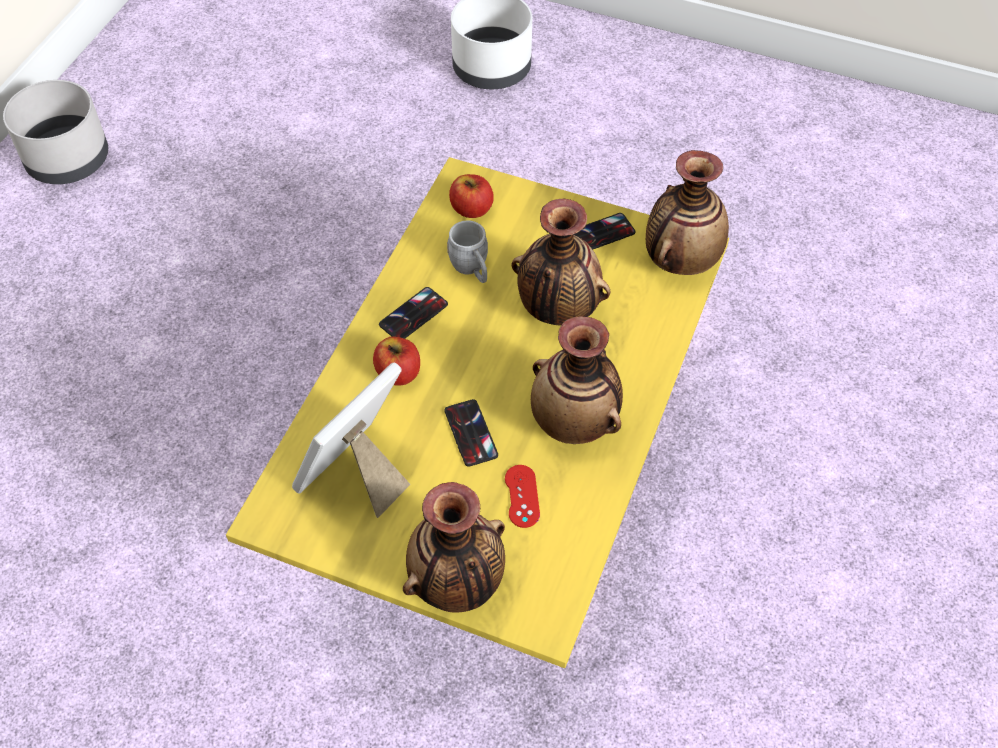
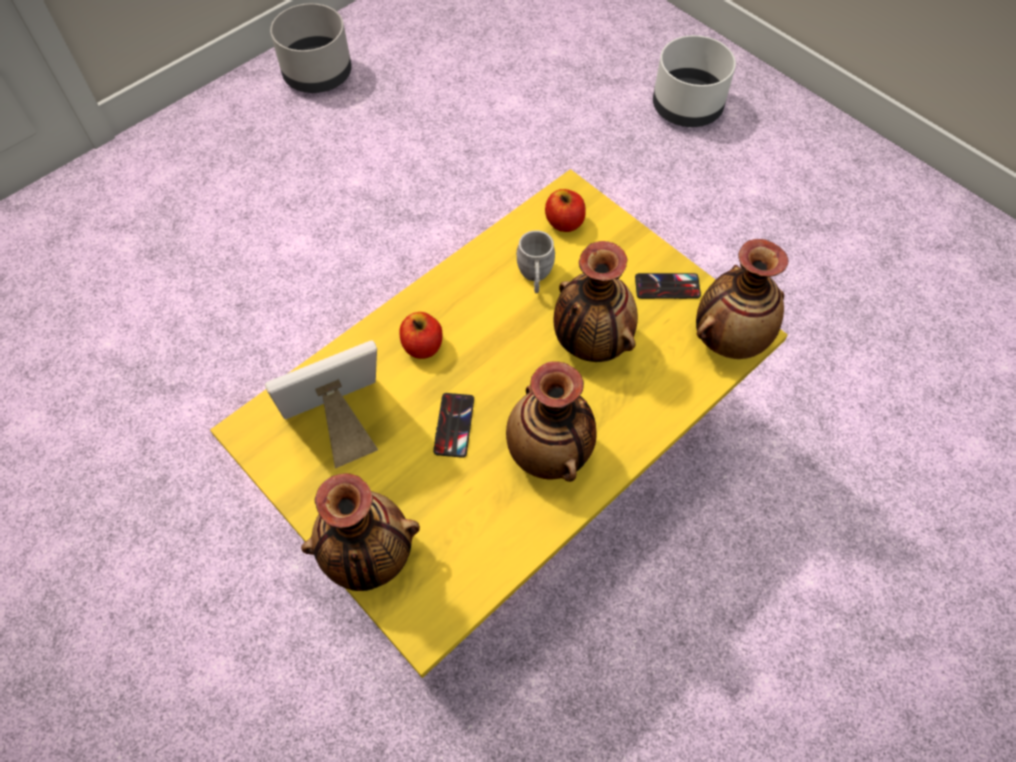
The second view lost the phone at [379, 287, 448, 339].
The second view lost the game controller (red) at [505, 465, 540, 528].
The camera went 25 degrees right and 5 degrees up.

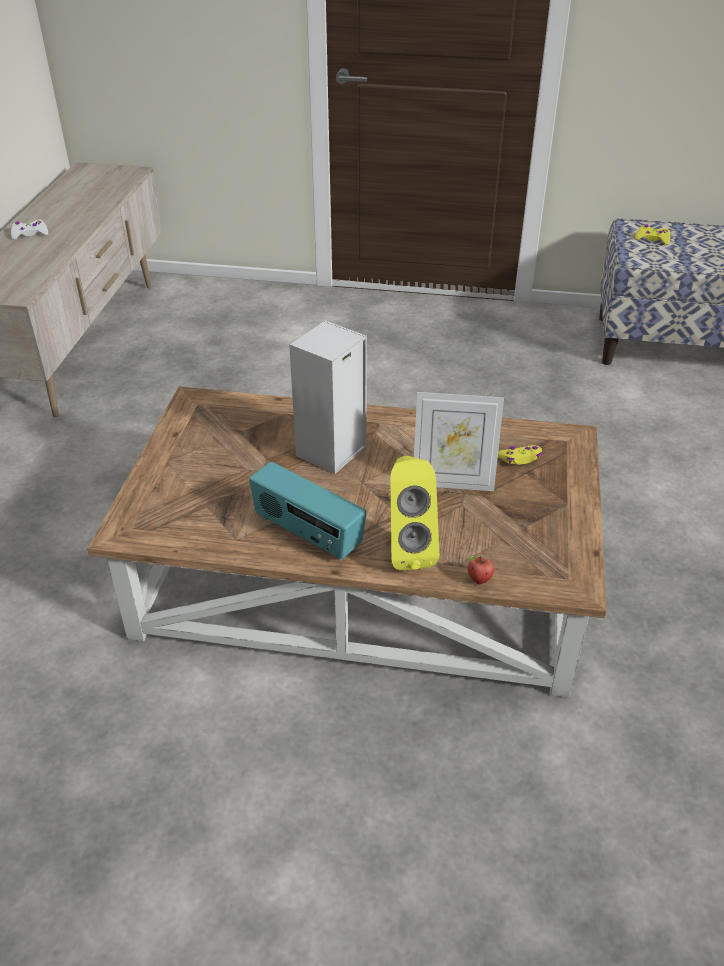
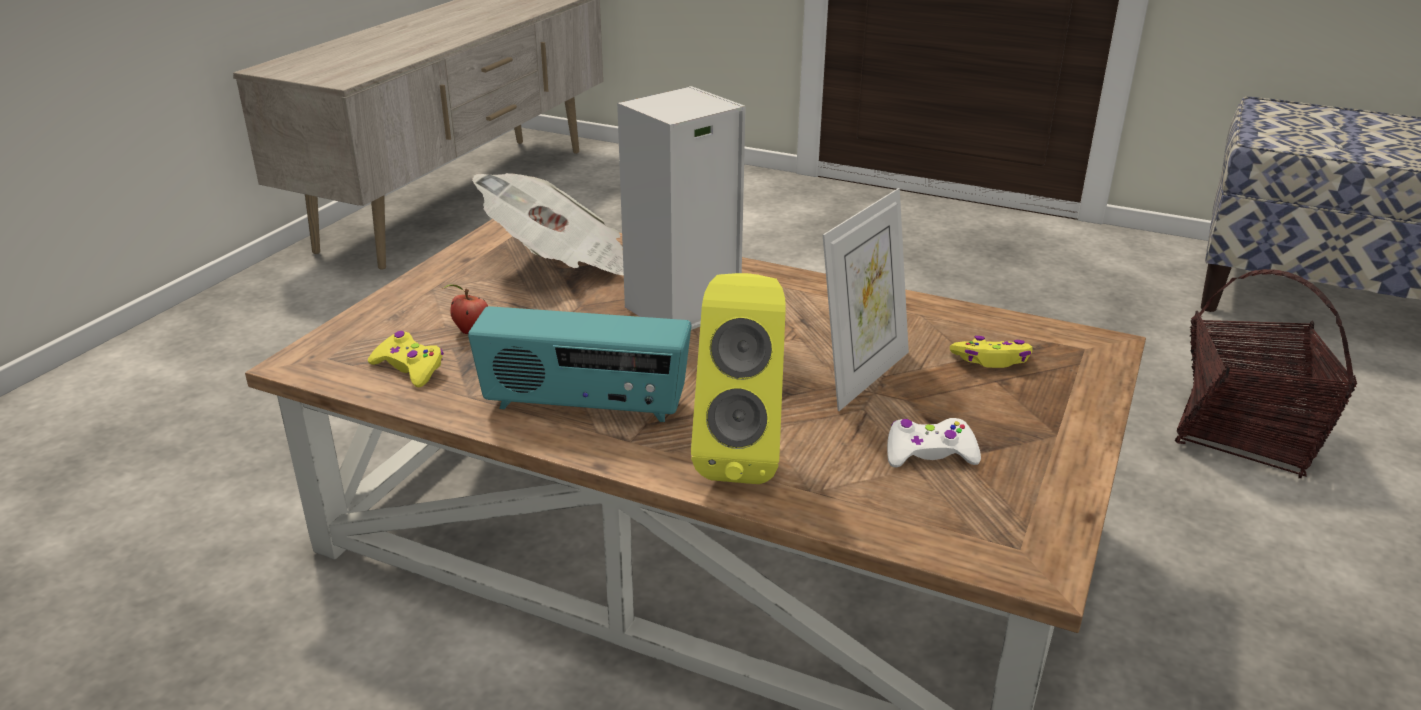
The game controller (white) ended up elsewhere, having gone from [11, 220, 48, 240] to [887, 418, 981, 468].
The game controller (yellow) ended up elsewhere, having gone from [635, 224, 671, 245] to [368, 331, 444, 387].
The picture frame at [414, 392, 504, 491] ended up facing another way, 75 degrees counterclockwise from before.
The radio at [249, 462, 366, 560] ended up facing another way, 45 degrees counterclockwise from before.
The apple ended up elsewhere, having gone from [468, 555, 494, 584] to [441, 284, 488, 334].
The second view gained the newspaper at [472, 173, 624, 276].
The second view gained the basket at [1175, 269, 1357, 478].
The camera went 15 degrees right and 10 degrees down.

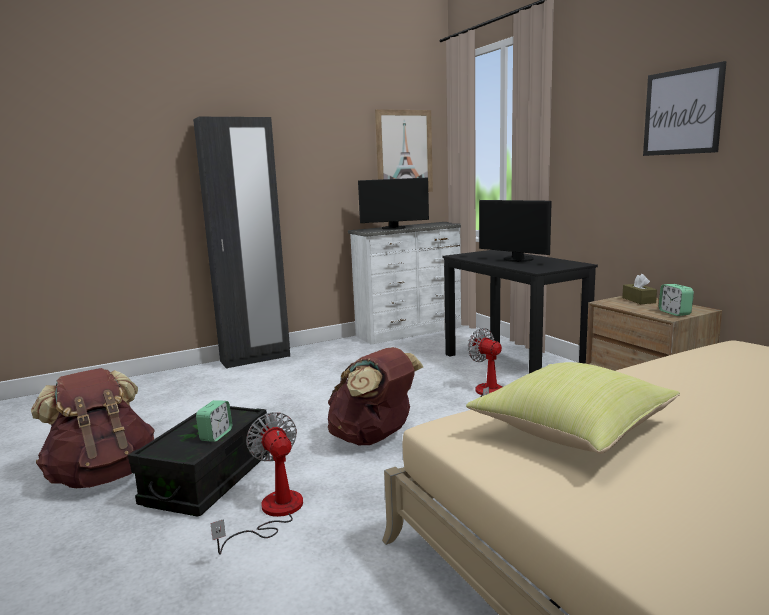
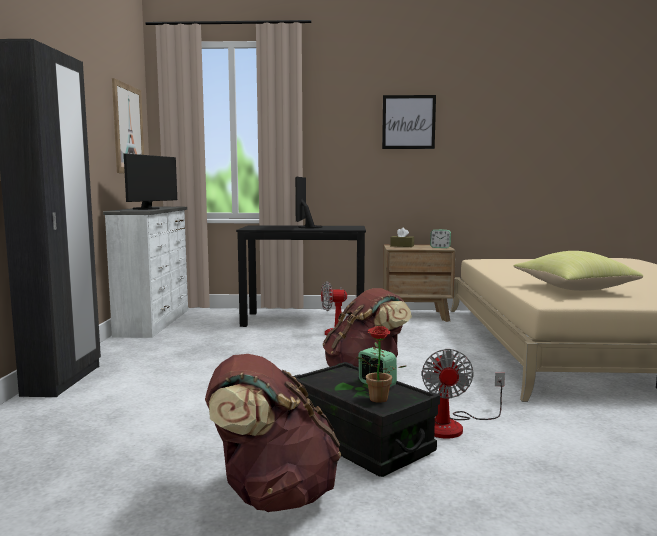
The monitor at [479, 200, 552, 262] ended up facing another way, 105 degrees clockwise from before.
The fan at [210, 412, 303, 555] ended up facing another way, 90 degrees counterclockwise from before.
The second view gained the potted plant at [356, 326, 406, 403].
The camera went 60 degrees left and 5 degrees down.

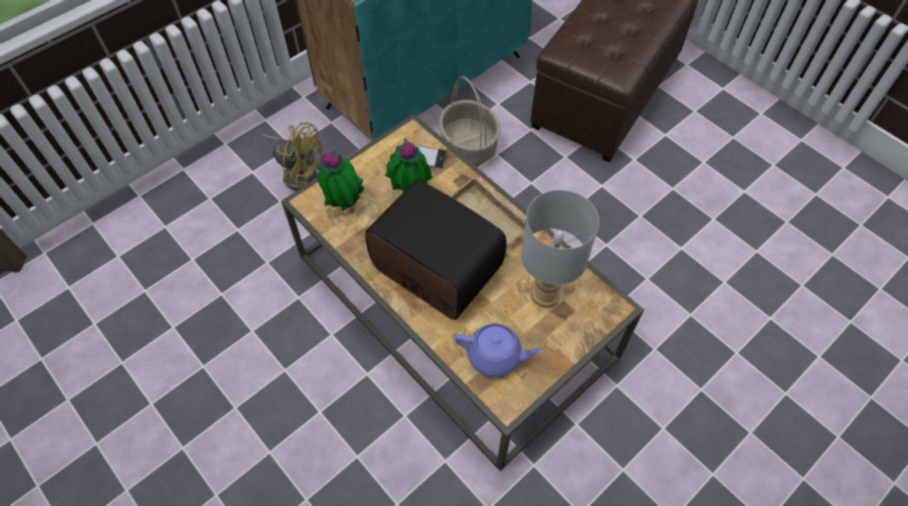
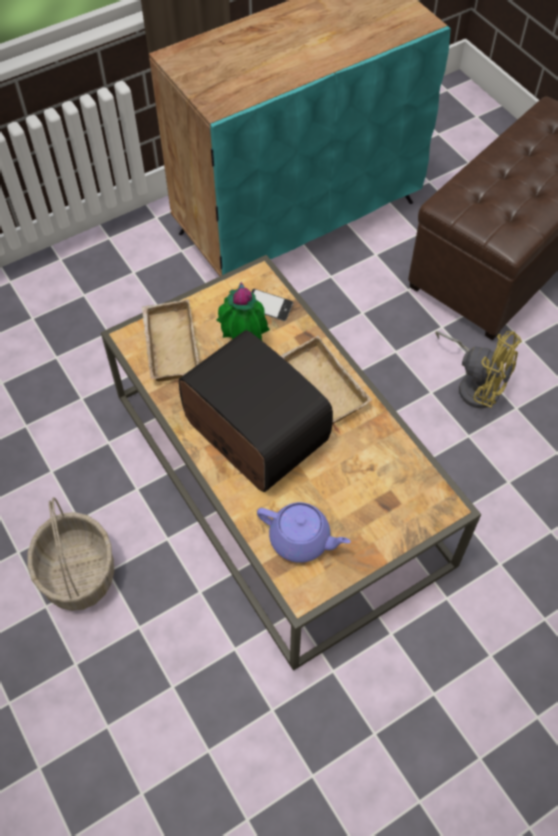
The basket ended up elsewhere, having gone from [439, 76, 500, 165] to [27, 497, 114, 611].
The fan (yellow) ended up elsewhere, having gone from [262, 122, 322, 191] to [435, 331, 522, 408].
Where the potted plant stood at [318, 150, 364, 211], the tray (beige) came to stand at [141, 299, 199, 381].
The second view lost the table lamp (grey) at [521, 190, 599, 308].
The camera went 10 degrees right and 0 degrees up.

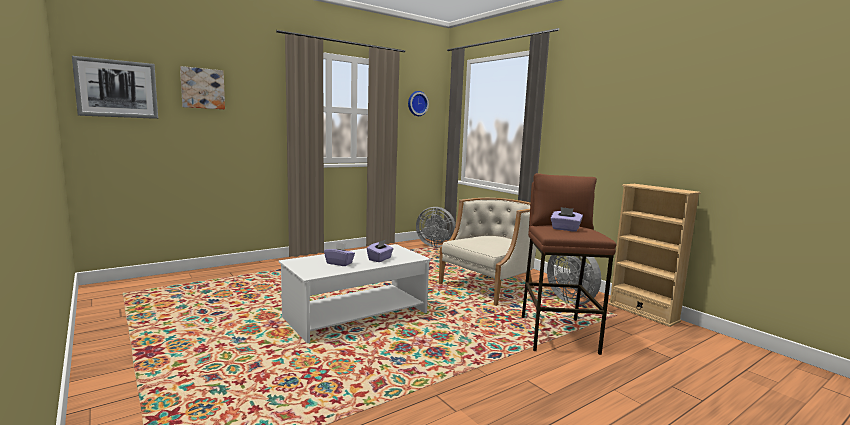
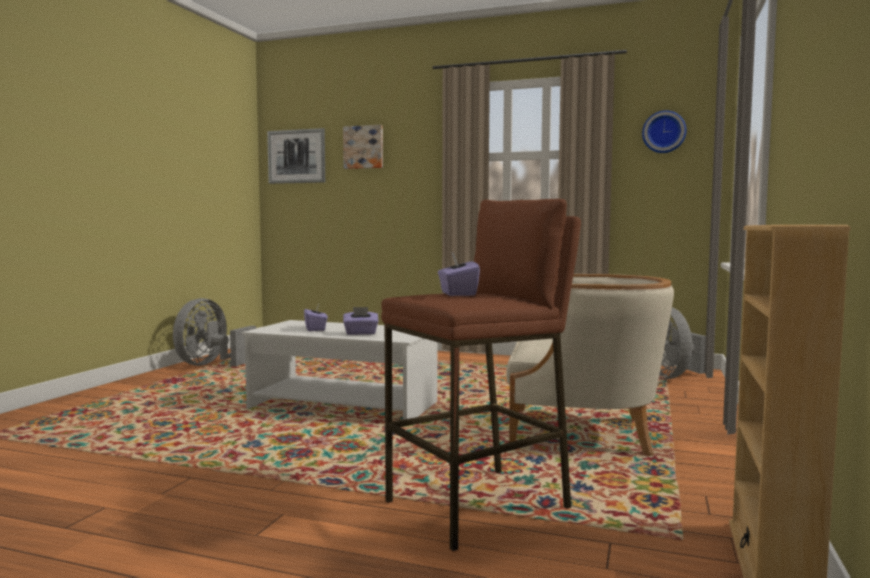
The fan (grey) ended up elsewhere, having gone from [547, 255, 601, 305] to [173, 298, 256, 366].
The camera went 55 degrees right and 5 degrees down.

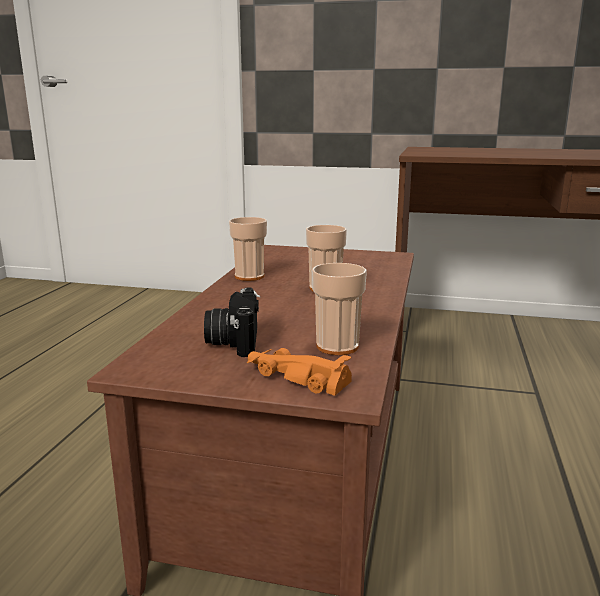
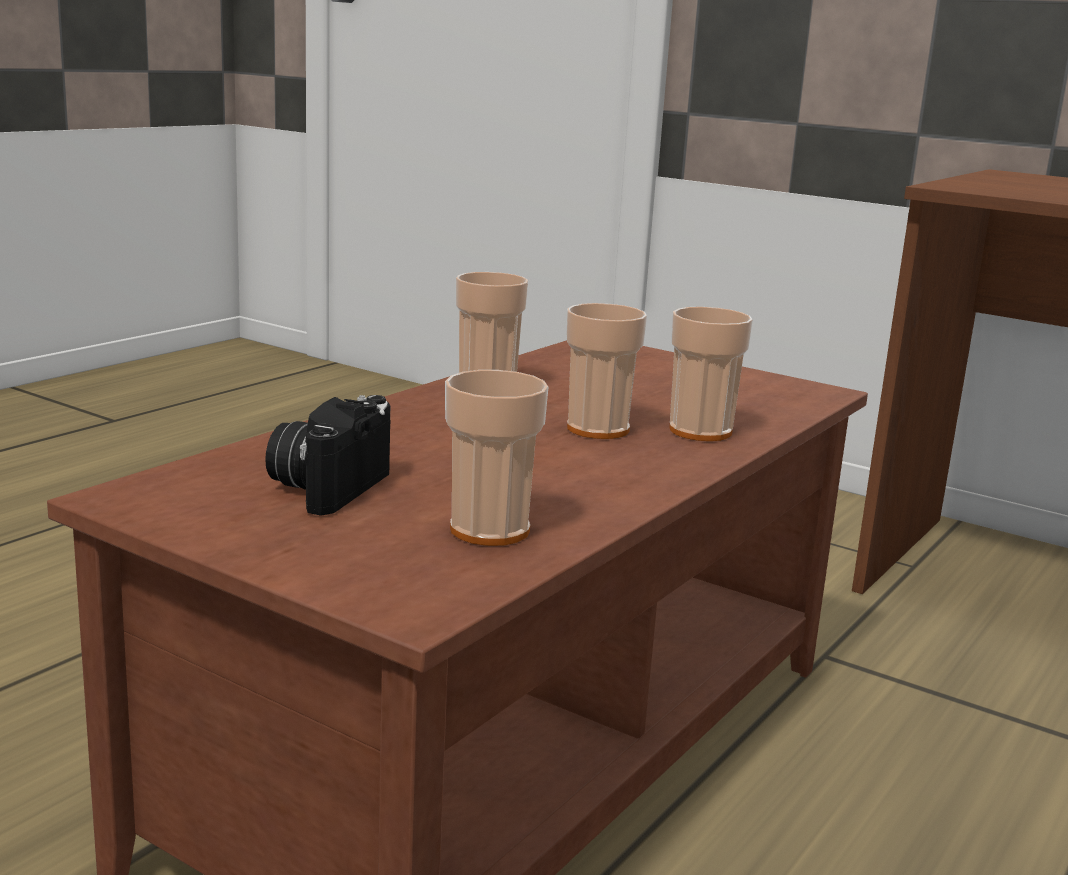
The second view lost the toy car (orange) at [247, 348, 352, 396].
The second view gained the cup at [669, 307, 753, 441].
The camera went 20 degrees right and 0 degrees up.

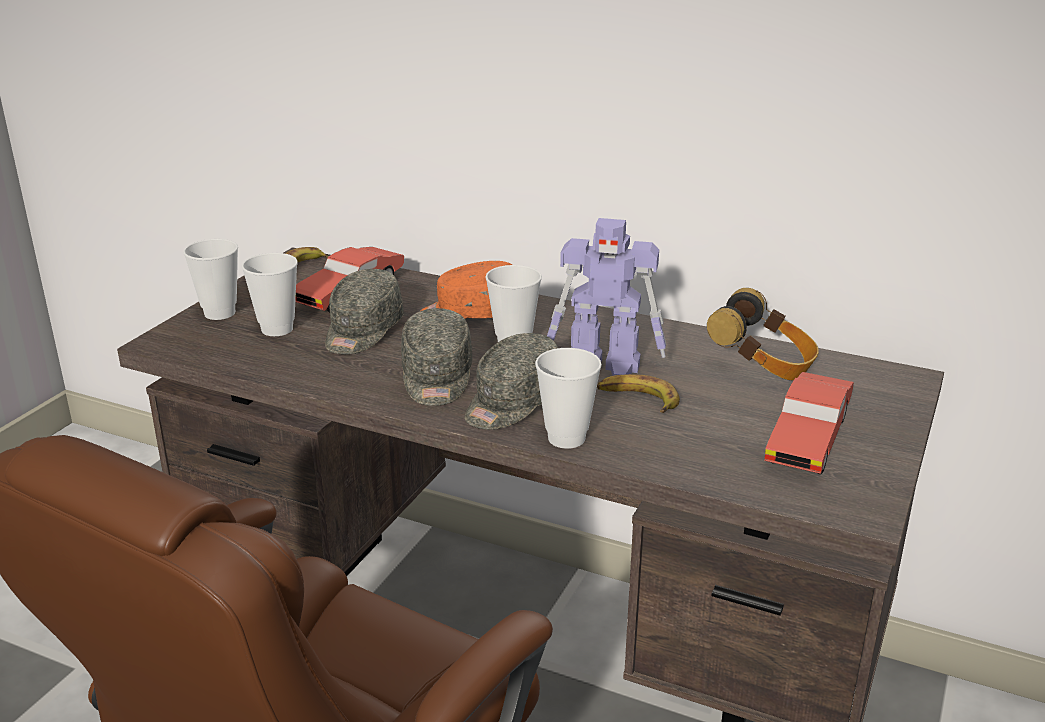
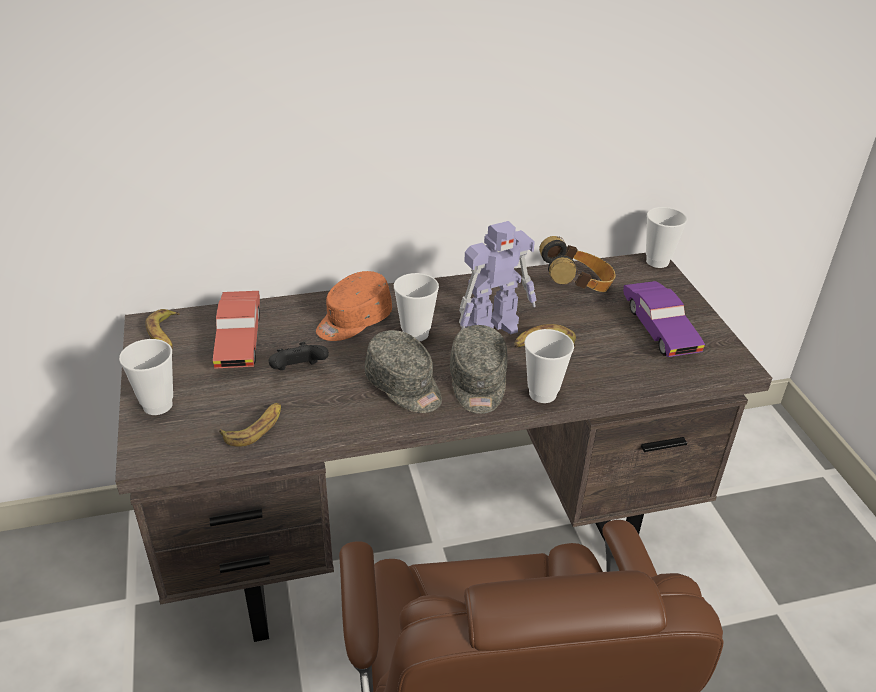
The cup ended up elsewhere, having gone from [242, 253, 298, 336] to [646, 207, 687, 268].
Where the cap (grey) stood at [325, 269, 404, 355], the game controller (black) came to stand at [269, 342, 329, 370].
What was the toy car (red) at [764, 372, 854, 474] turned into the toy car (purple) at [623, 281, 705, 357].
The second view gained the banana at [219, 403, 281, 447].
The camera went 40 degrees left and 10 degrees up.

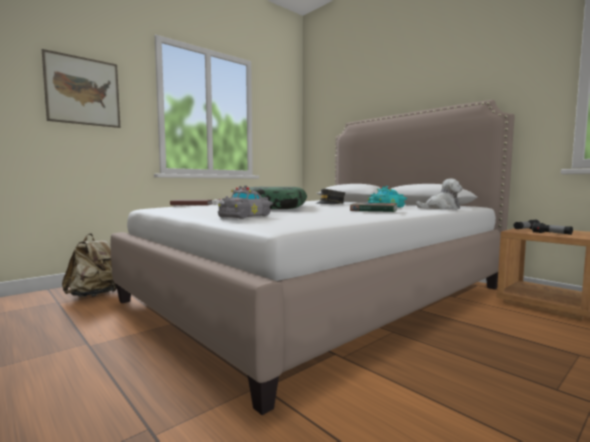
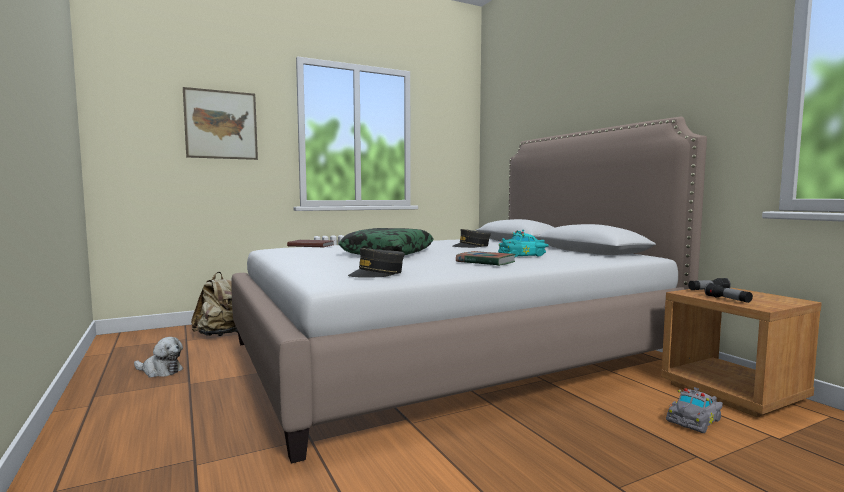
The plush toy ended up elsewhere, having gone from [416, 179, 462, 209] to [134, 337, 183, 378].
The toy car (grey) ended up elsewhere, having gone from [217, 186, 273, 219] to [666, 387, 723, 433].
The second view gained the cap (grey) at [348, 248, 405, 278].
The camera went 15 degrees right and 0 degrees up.

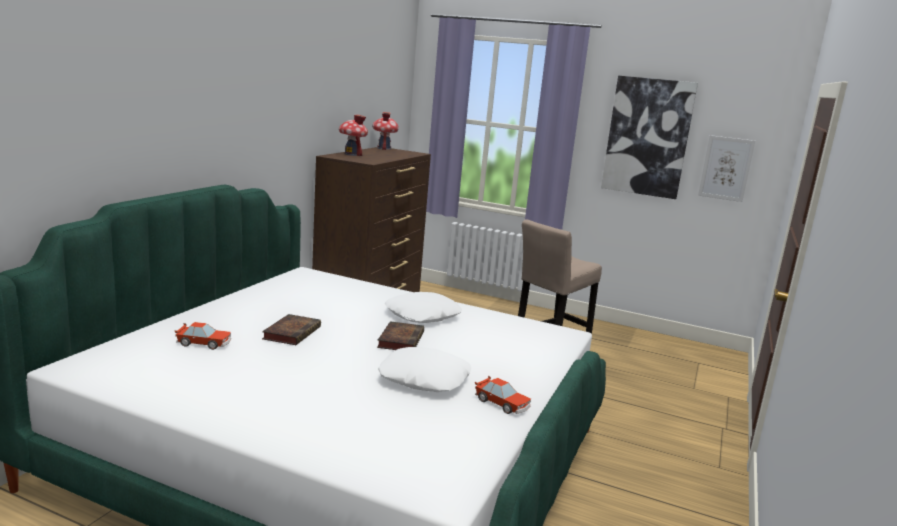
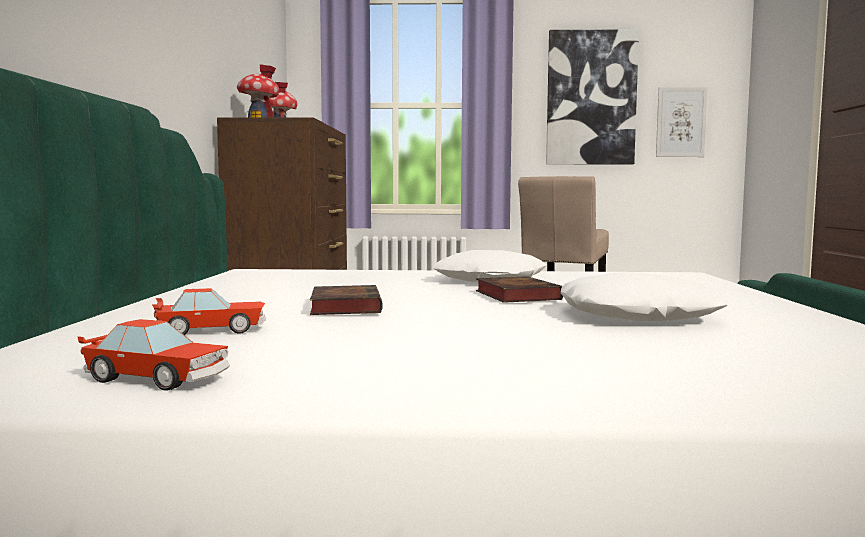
The toy car ended up elsewhere, having gone from [475, 376, 531, 414] to [78, 319, 230, 391].
The camera went 20 degrees left and 10 degrees down.

